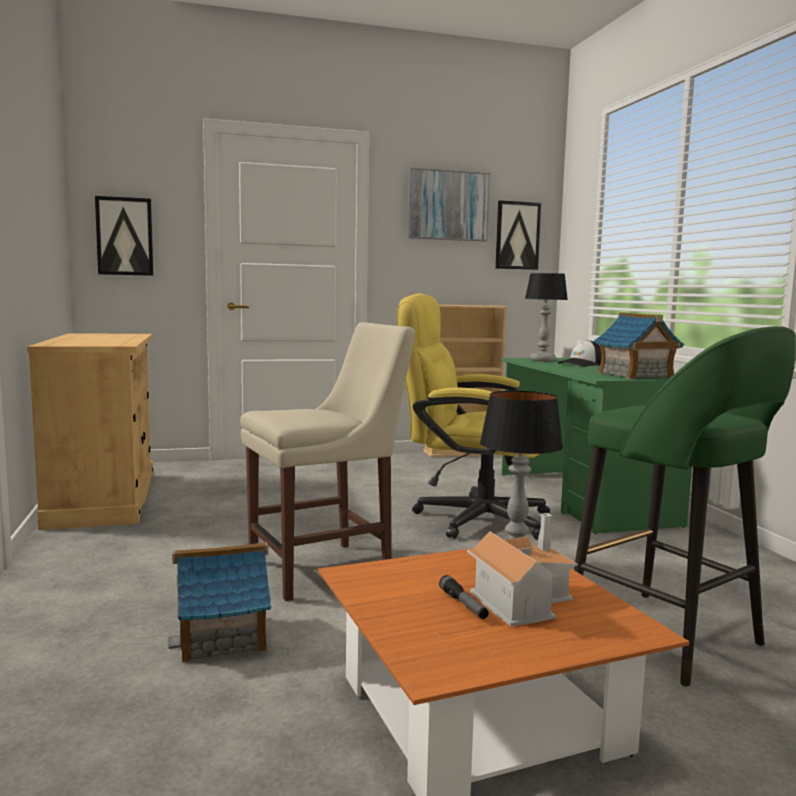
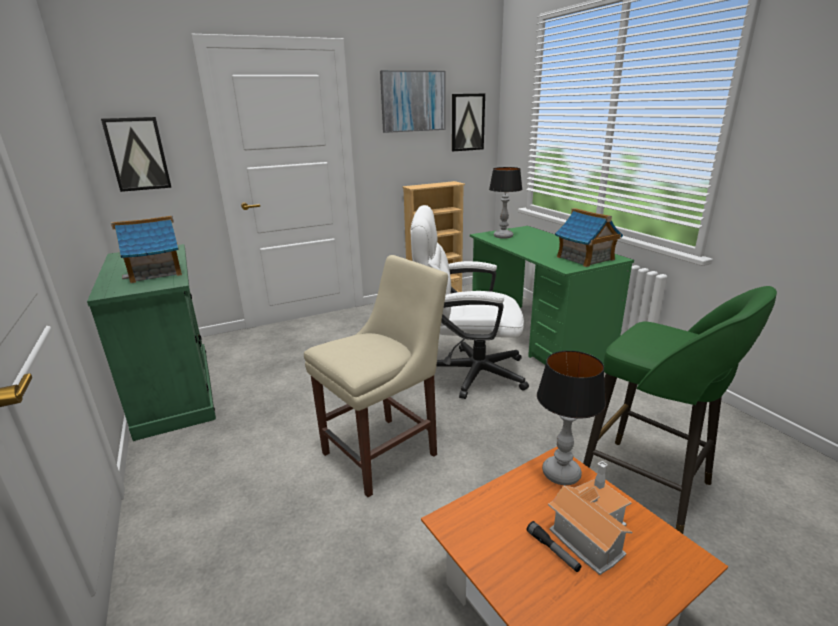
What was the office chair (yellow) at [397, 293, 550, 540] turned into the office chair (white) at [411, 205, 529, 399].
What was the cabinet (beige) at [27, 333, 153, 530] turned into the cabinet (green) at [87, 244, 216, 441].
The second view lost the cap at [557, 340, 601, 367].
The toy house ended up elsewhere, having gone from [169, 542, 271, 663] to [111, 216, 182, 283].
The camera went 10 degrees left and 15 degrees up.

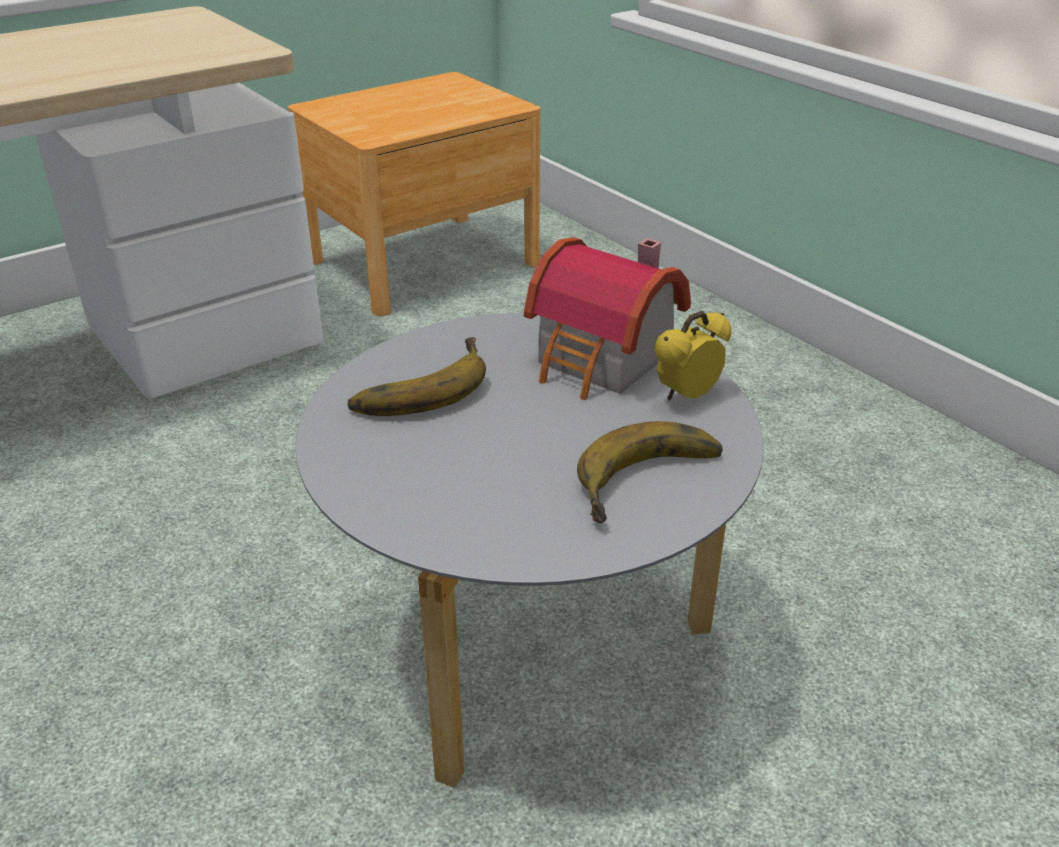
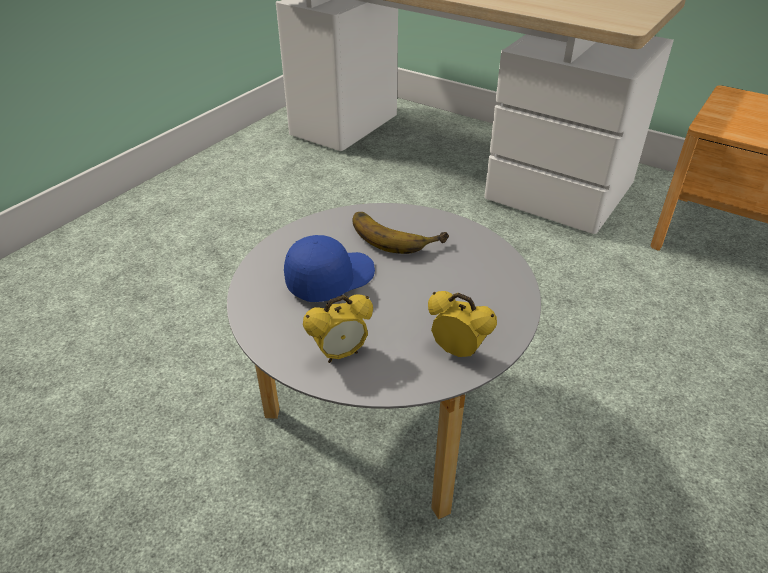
The second view lost the toy house at [524, 237, 691, 400].
Where the banana stood at [577, 421, 723, 523], the alarm clock came to stand at [303, 295, 373, 363].
The second view gained the cap (blue) at [284, 235, 375, 302].
The camera went 70 degrees right and 5 degrees up.

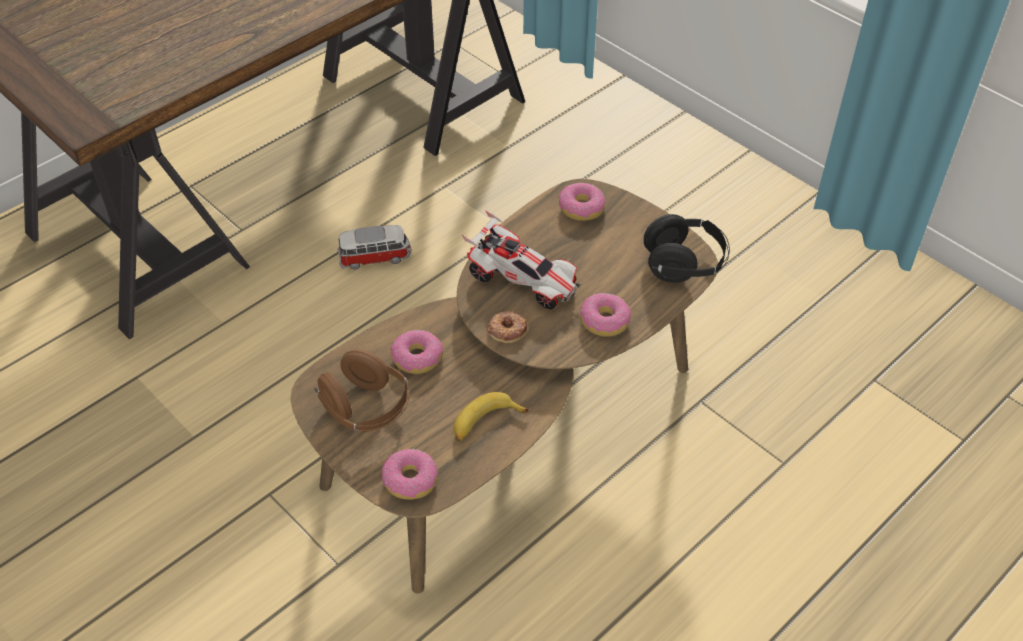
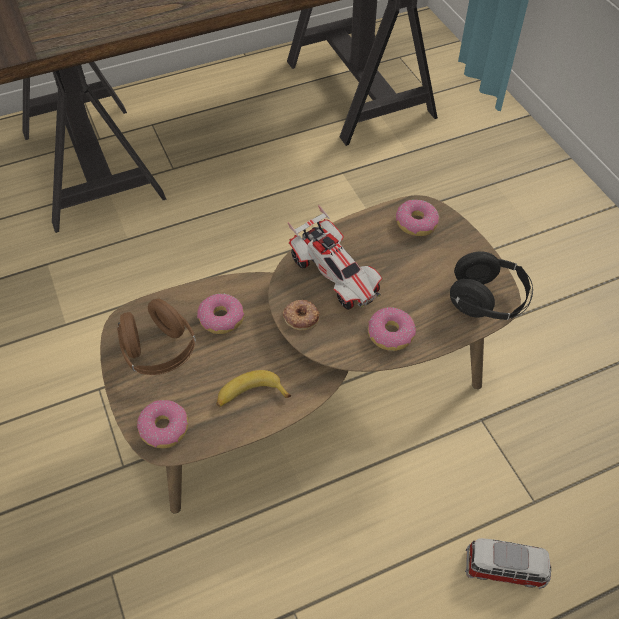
The toy car ended up elsewhere, having gone from [337, 225, 411, 269] to [465, 538, 551, 589].
The camera went 20 degrees right and 5 degrees up.

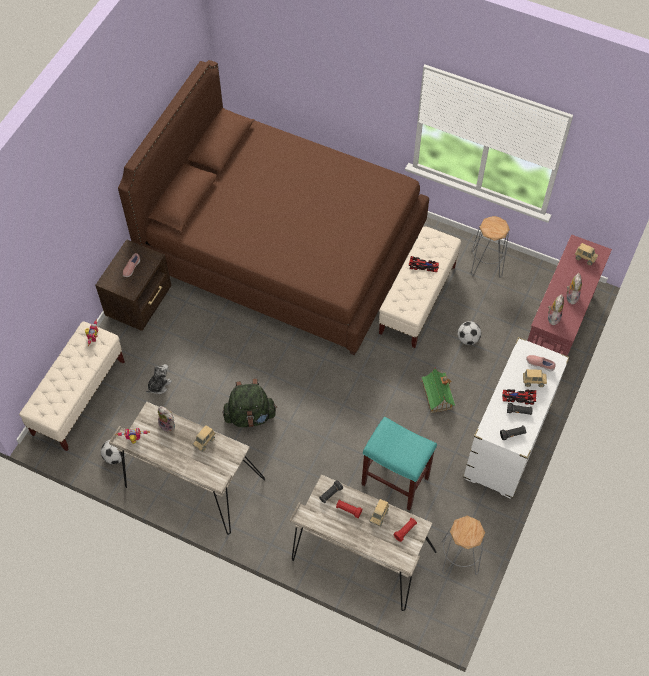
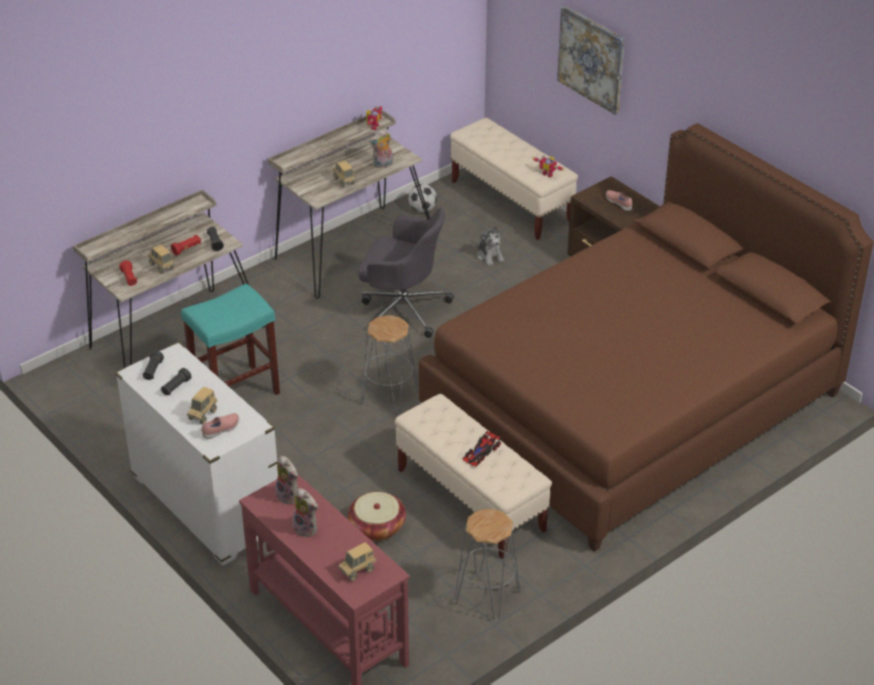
Where the football stood at [458, 321, 481, 345], the basket came to stand at [348, 492, 406, 541].
The second view lost the toy house at [421, 367, 455, 413].
Where the backpack (green) stood at [223, 379, 277, 428], the office chair (grey) came to stand at [358, 208, 454, 338].
The second view lost the toy car at [502, 389, 537, 405].
The stool (grey) ended up elsewhere, having gone from [442, 516, 485, 575] to [361, 315, 418, 416].
The second view gained the picture at [557, 5, 625, 115].
The camera went 115 degrees right and 20 degrees down.

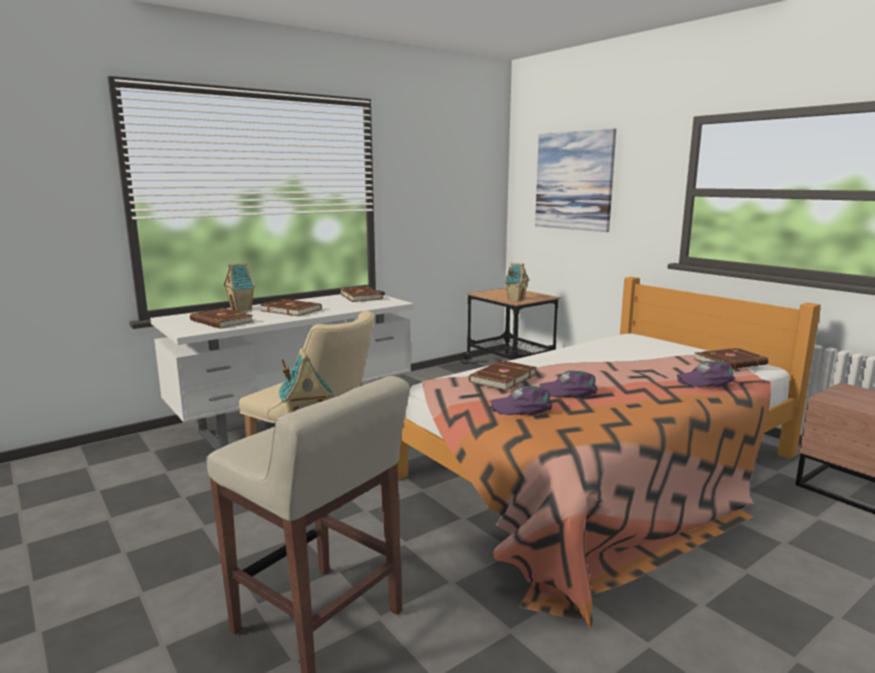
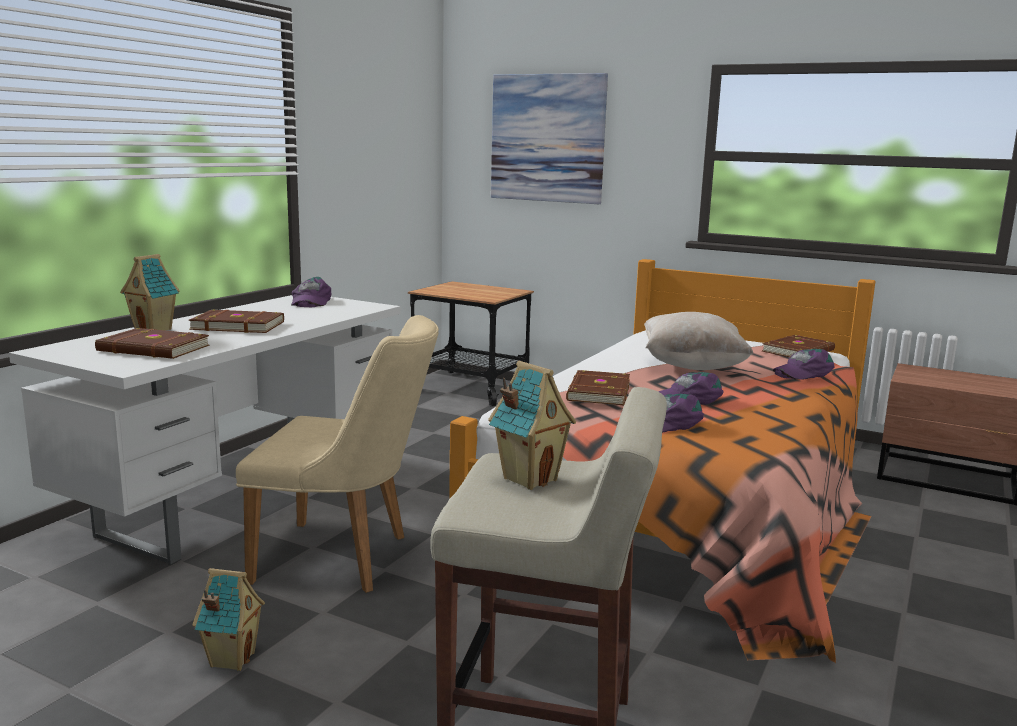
The toy house ended up elsewhere, having gone from [504, 262, 529, 301] to [192, 568, 265, 671].
Where the book (brown) stood at [340, 287, 383, 302], the cap (purple) came to stand at [291, 277, 331, 307].
The second view gained the pillow (beige) at [644, 312, 753, 370].
The camera went 25 degrees left and 0 degrees up.

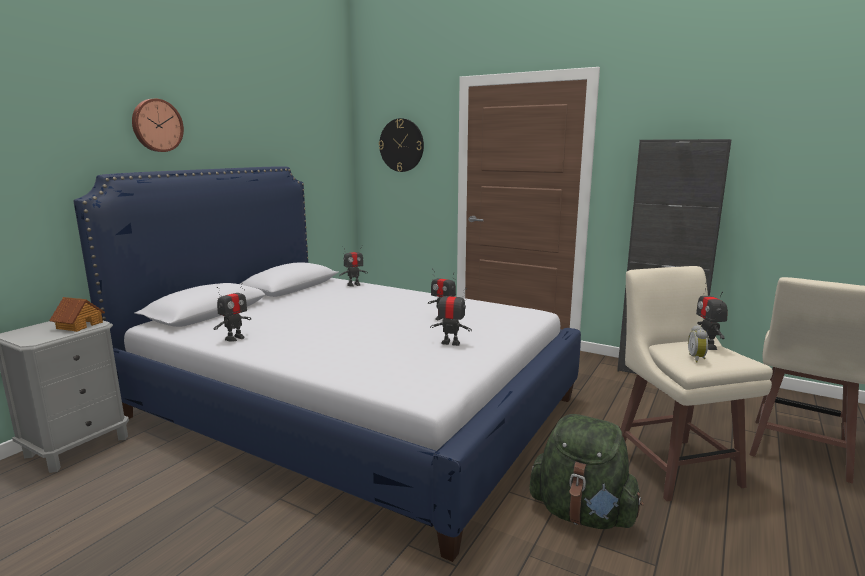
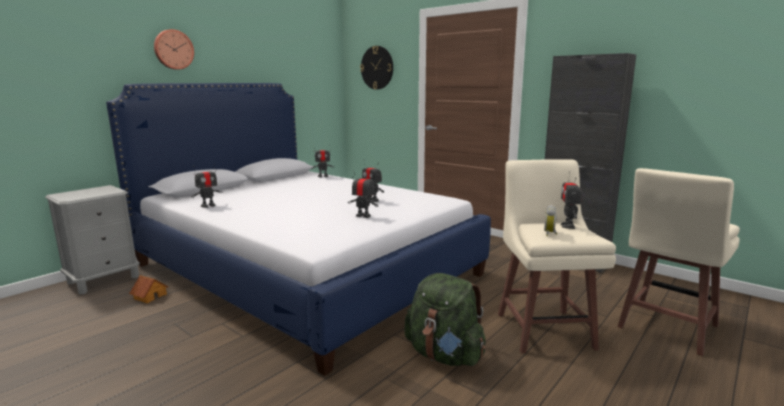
The toy house ended up elsewhere, having gone from [49, 297, 105, 332] to [129, 275, 169, 303].
The camera went 10 degrees right and 0 degrees up.

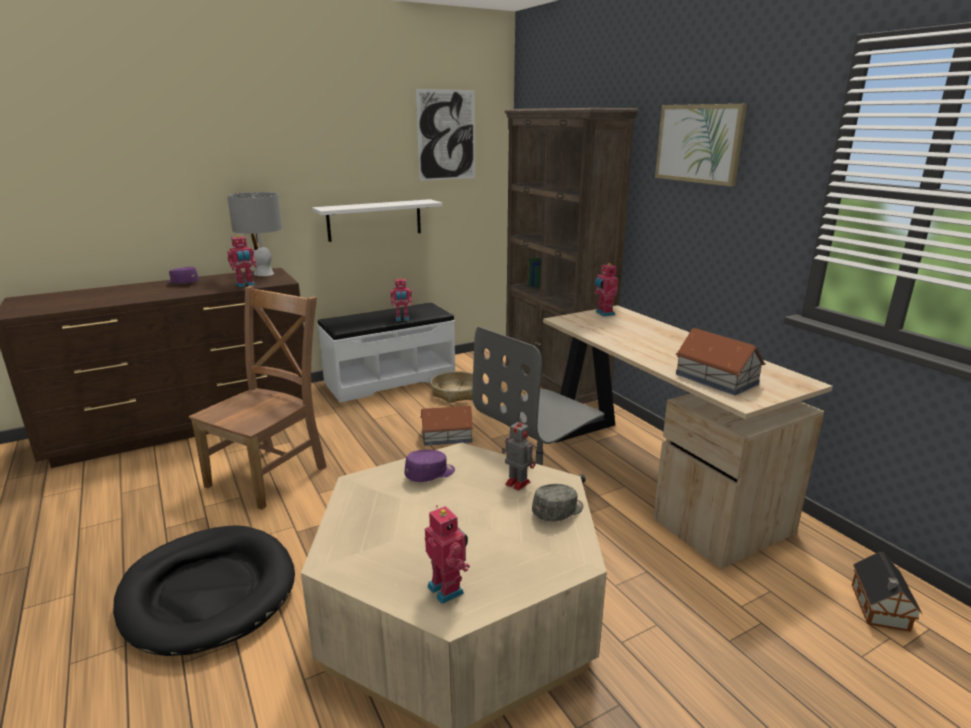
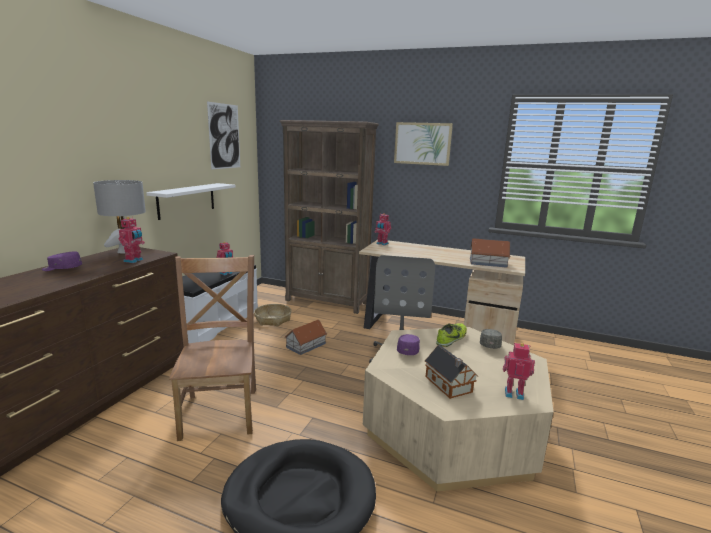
Where the toy robot stood at [502, 417, 536, 491], the shoe came to stand at [436, 323, 467, 347].
The toy house ended up elsewhere, having gone from [852, 552, 922, 632] to [425, 345, 478, 399].
The camera went 40 degrees left and 5 degrees down.

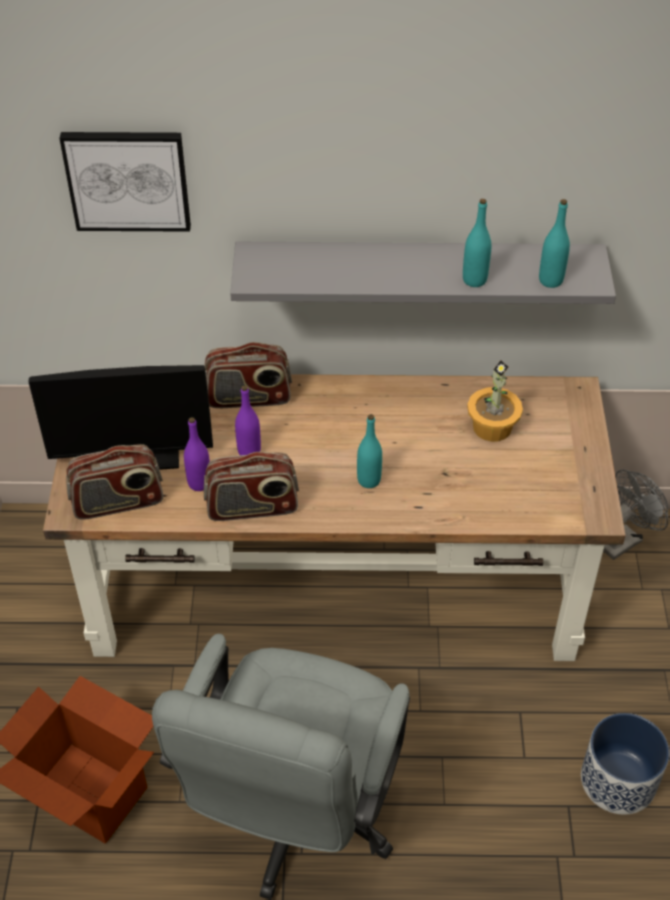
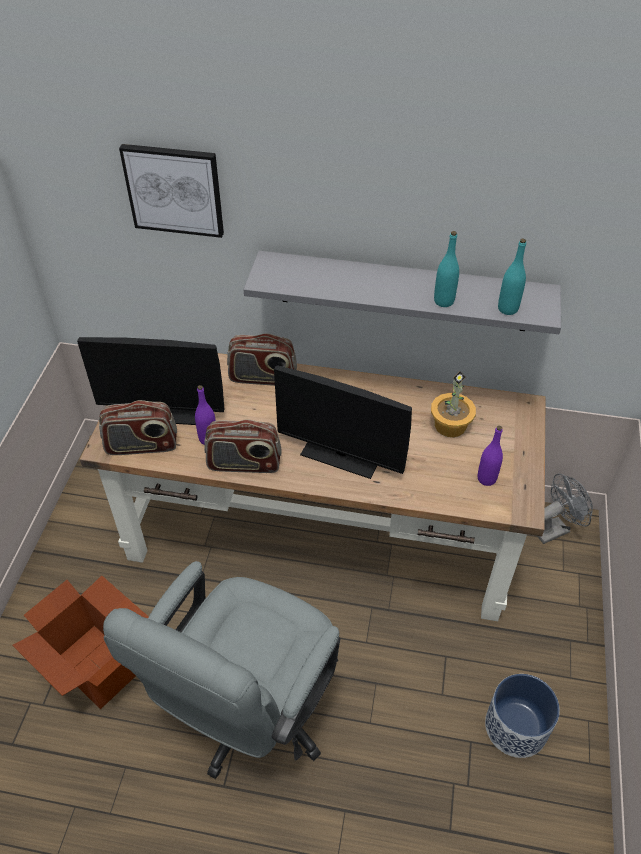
The bottle (purple) ended up elsewhere, having gone from [235, 385, 261, 456] to [478, 426, 503, 486].
Where the bottle (turquoise) stood at [357, 414, 382, 488], the monitor came to stand at [274, 365, 412, 479].
The camera went 10 degrees right and 0 degrees up.

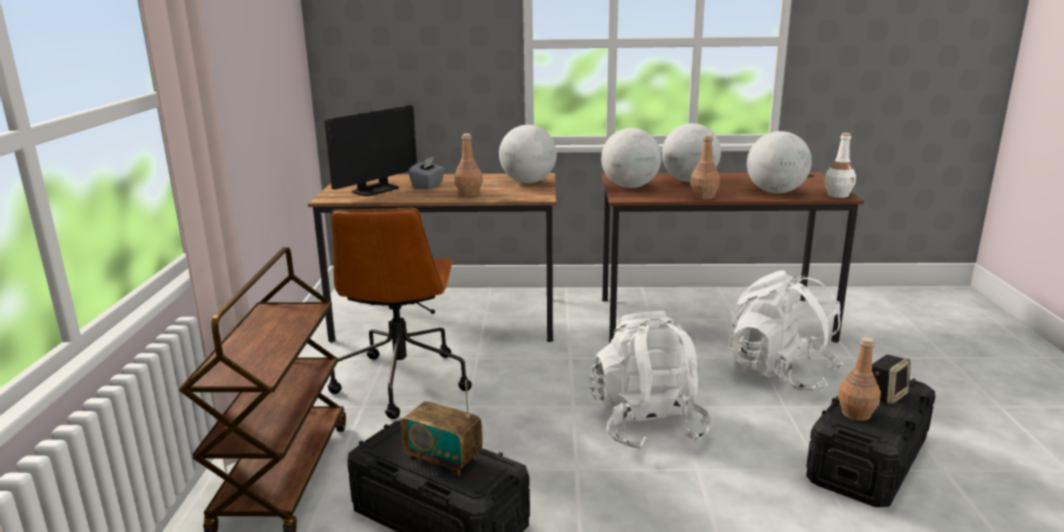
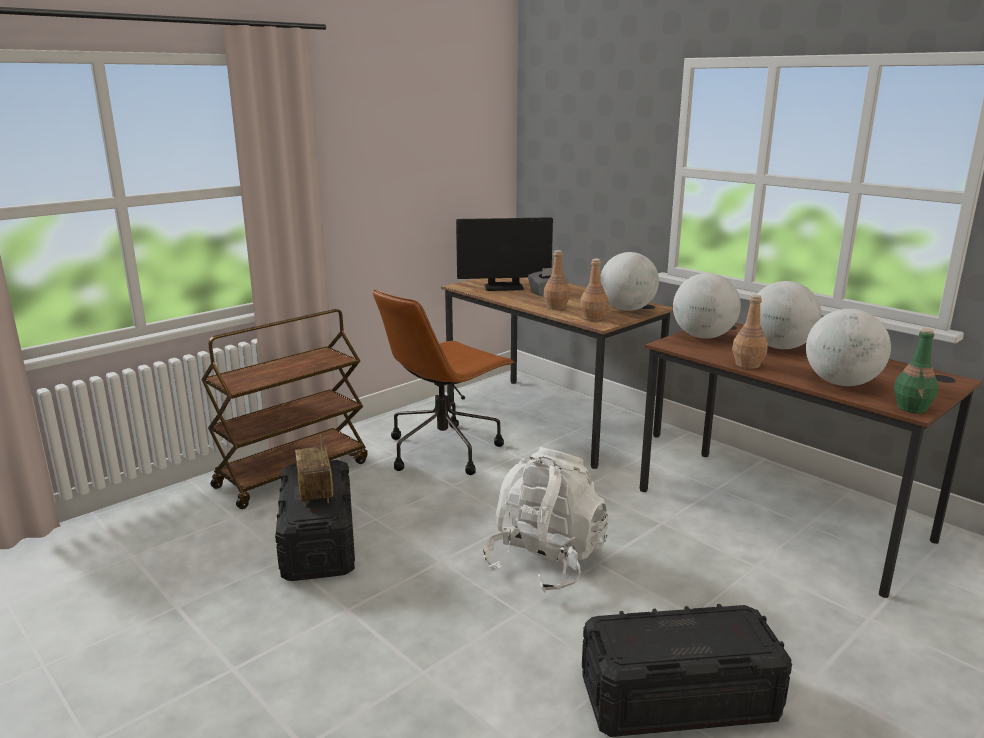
What was the bottle (white) at [824, 133, 856, 198] turned into the bottle (green) at [894, 328, 939, 413].
The second view lost the backpack (white) at [727, 270, 844, 391].
The bottle (brown) ended up elsewhere, having gone from [838, 337, 881, 421] to [580, 259, 608, 321].
The second view lost the speaker at [872, 355, 911, 405].
The camera went 45 degrees right and 0 degrees up.

